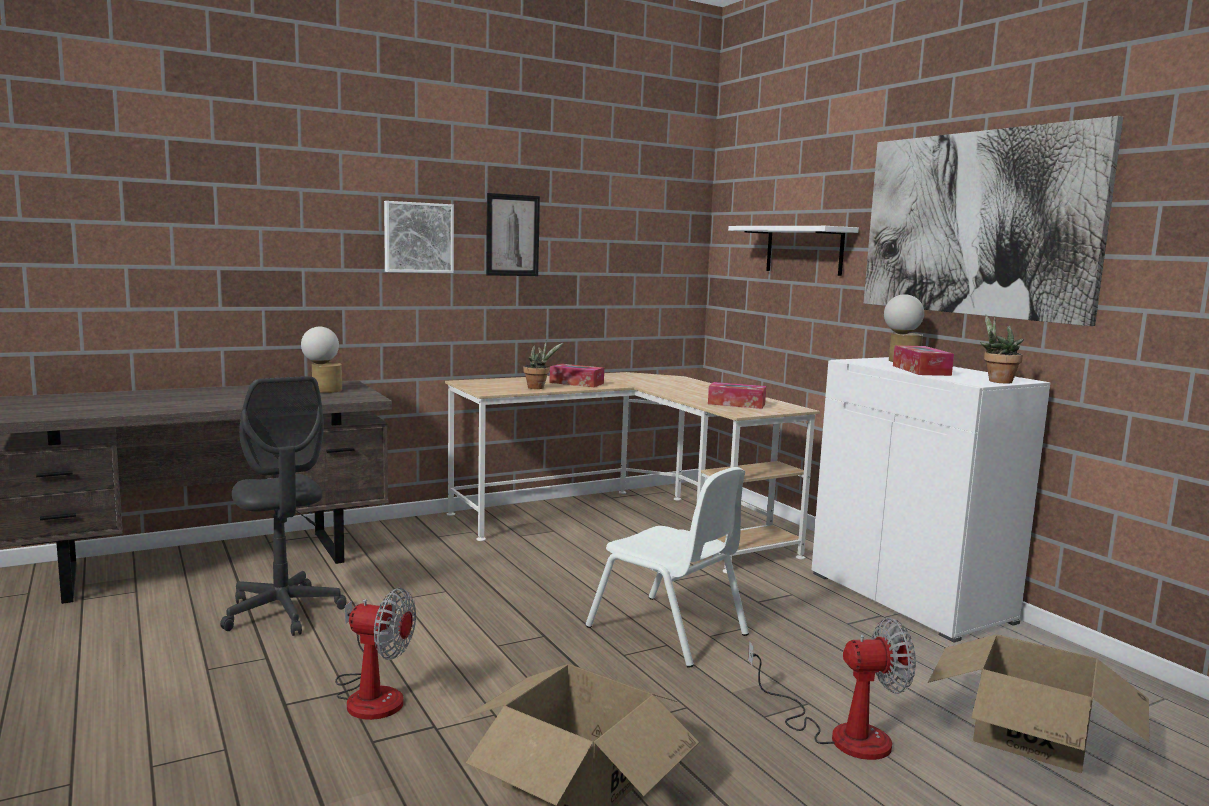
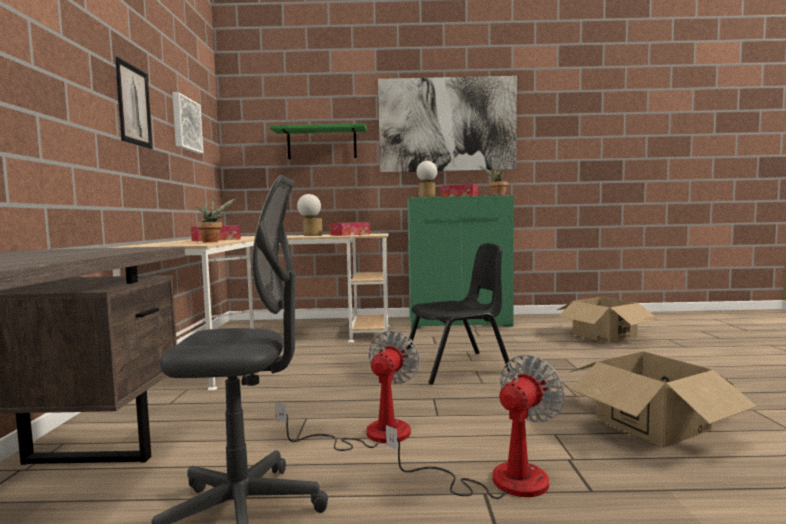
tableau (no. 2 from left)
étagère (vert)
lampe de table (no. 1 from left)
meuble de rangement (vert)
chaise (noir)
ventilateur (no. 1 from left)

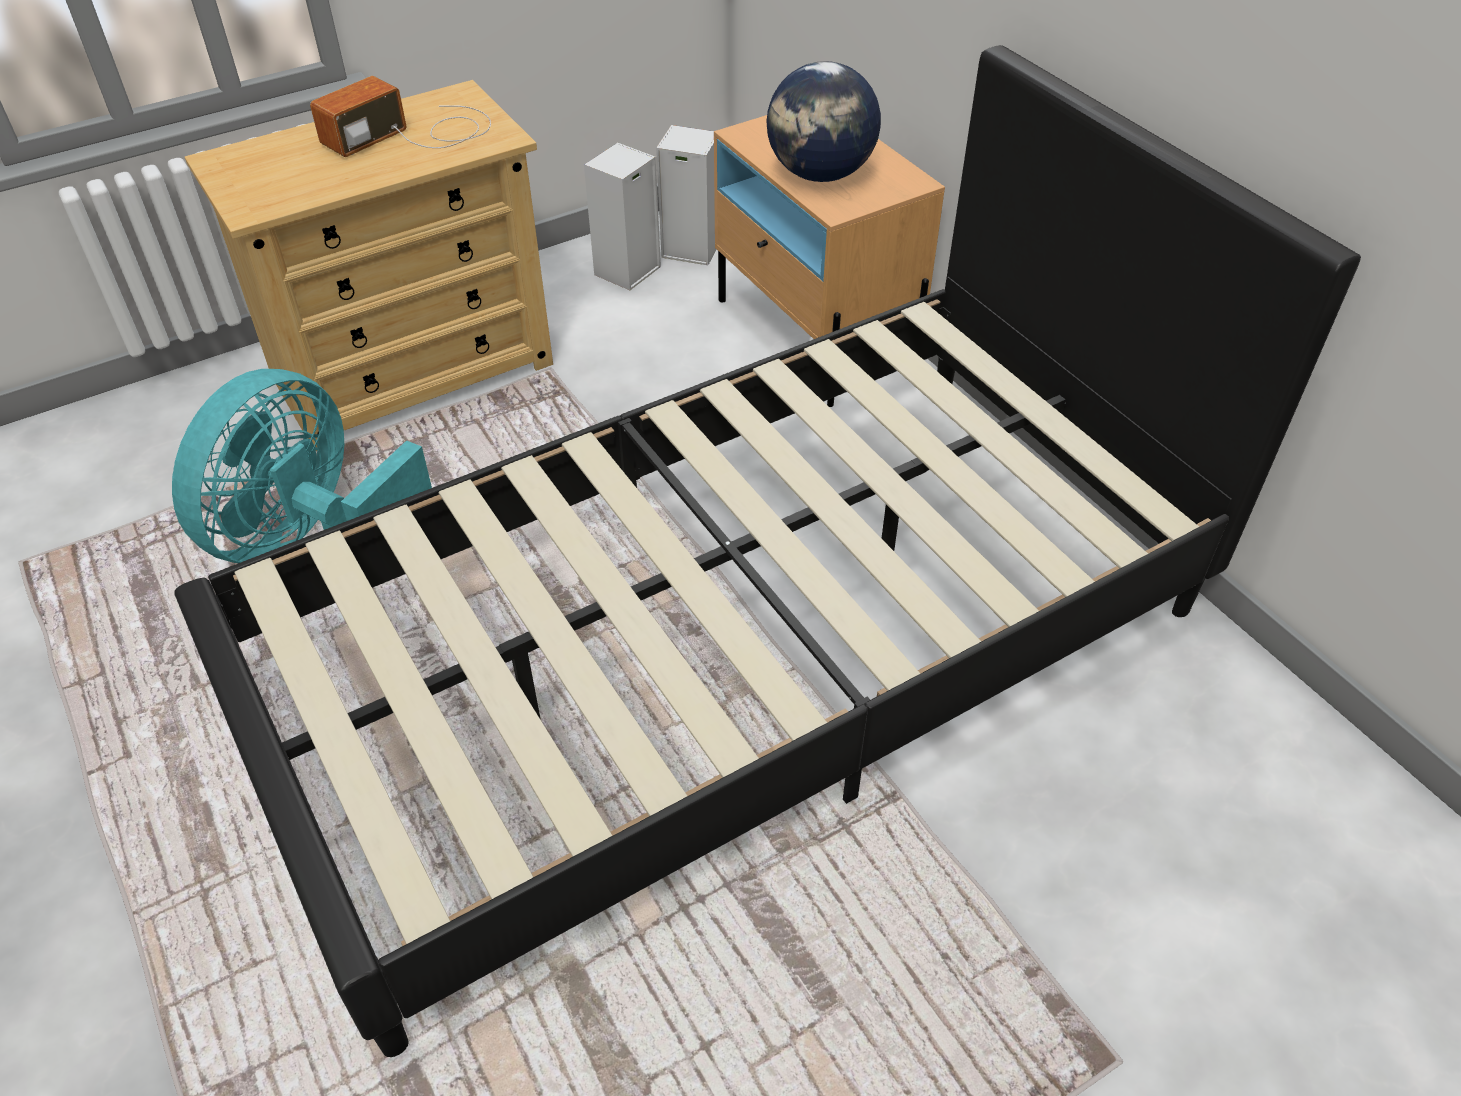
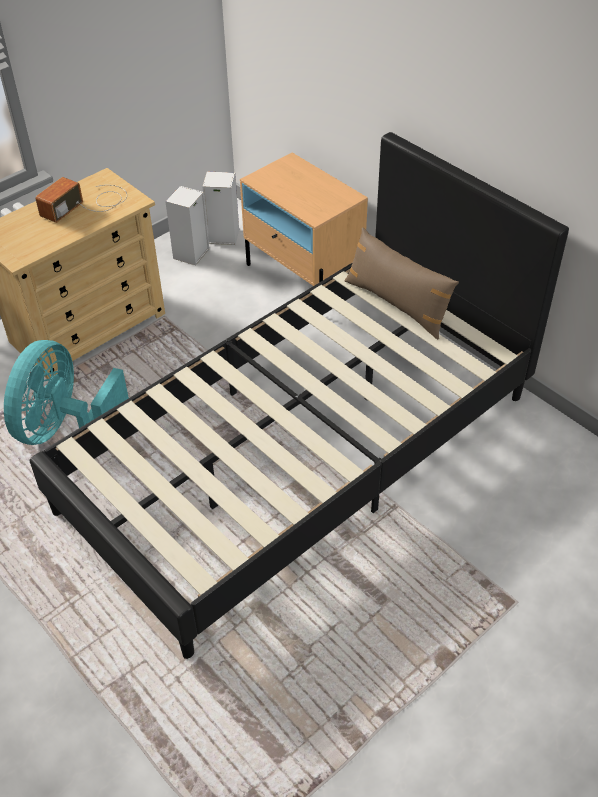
globe
coussin (marron)

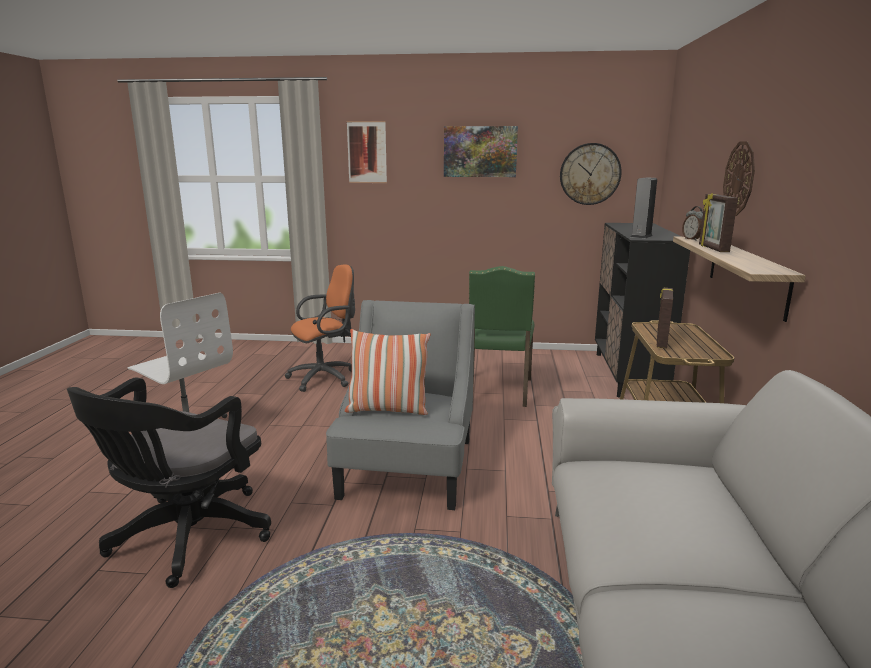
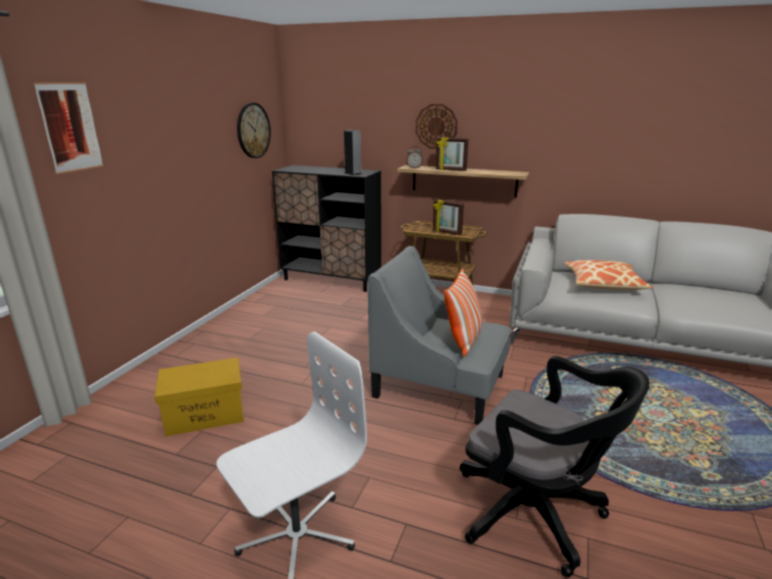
tableau (no. 2 from left in the first image)
boîte de rangement (jaune)
chaise (vert)
coussin (no. 2 from left)

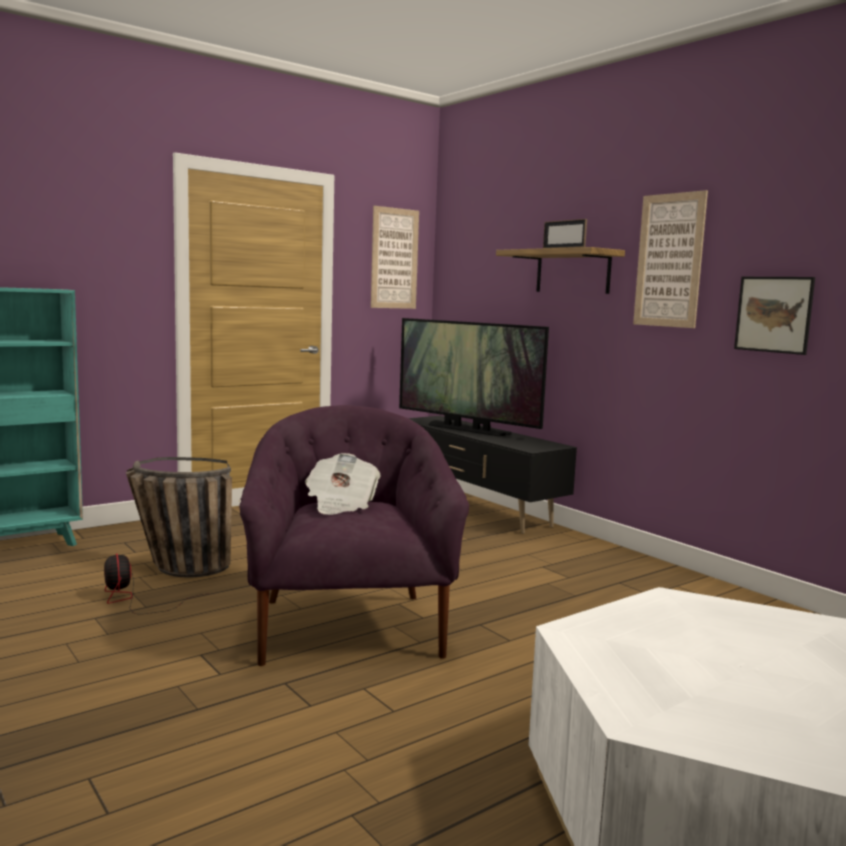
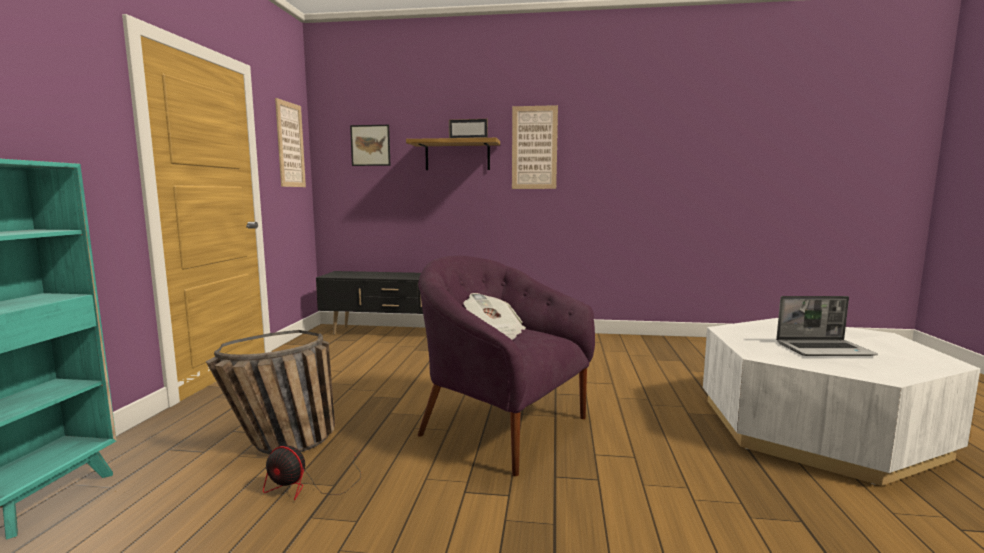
tableau (no. 2 from left)
téléviseur
ordinateur portable

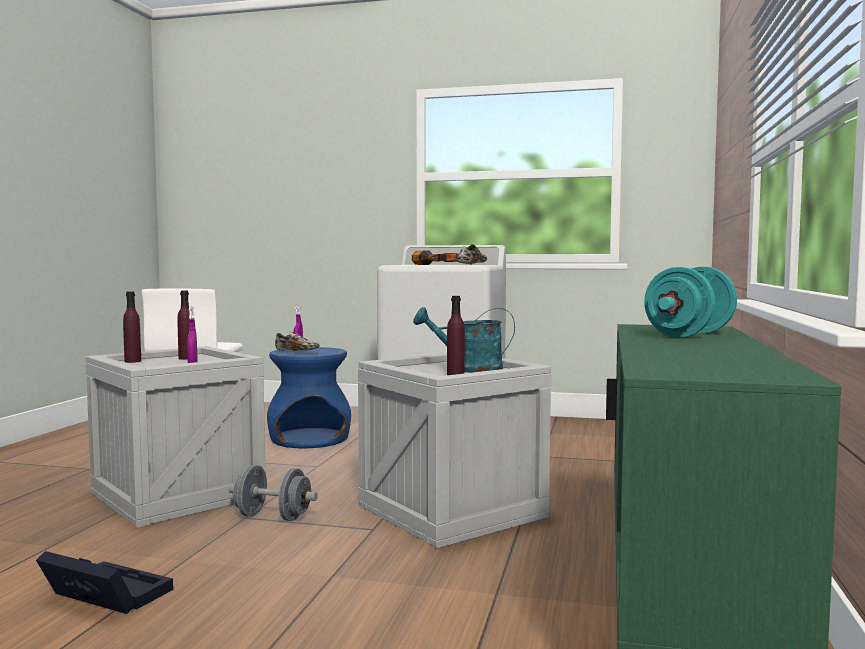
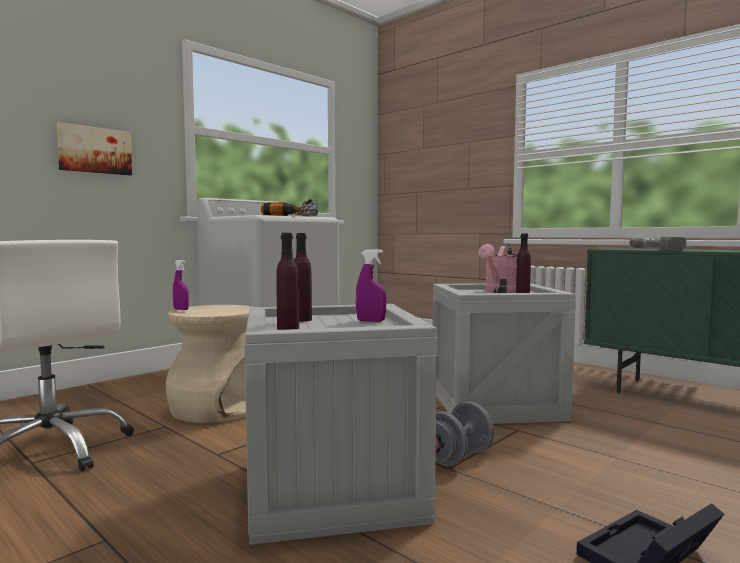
perceuse (no. 2 from left)
arrosoir (rose)
chaussure (no. 1 from left in the first image)
tabouret (beige)
tableau

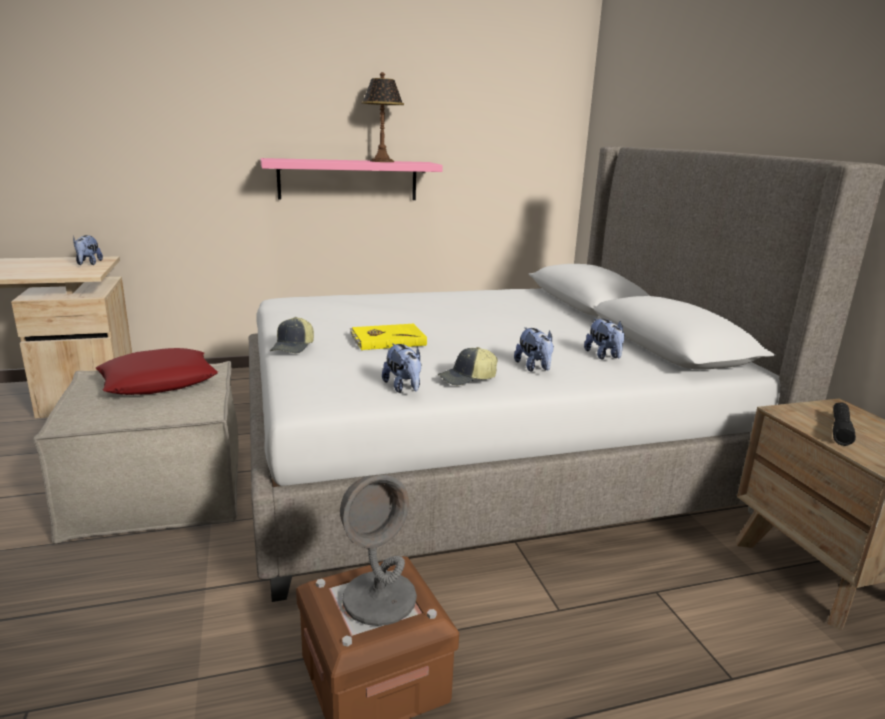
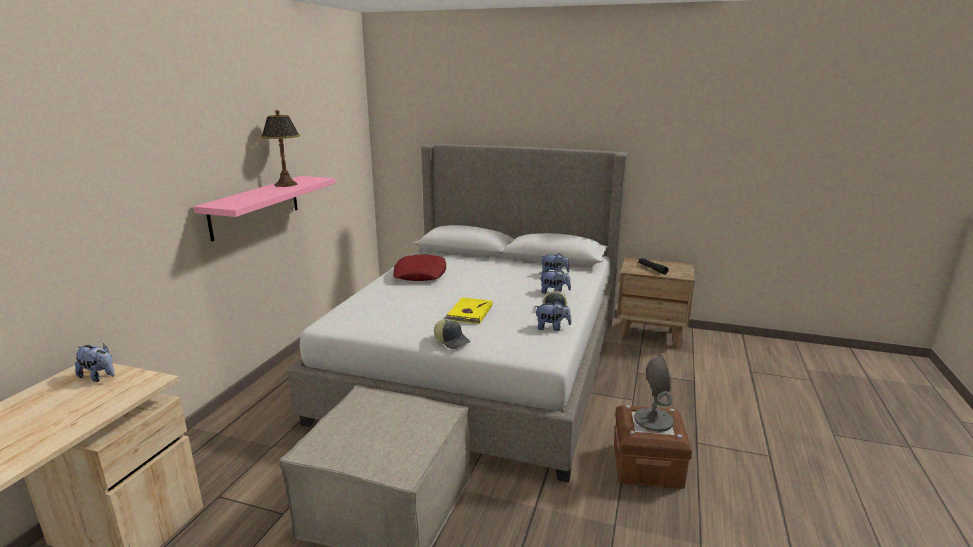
coussin (rouge)

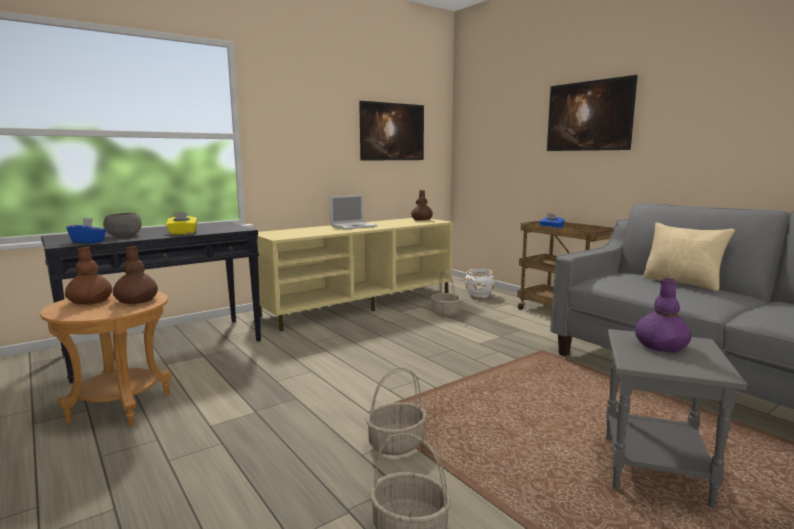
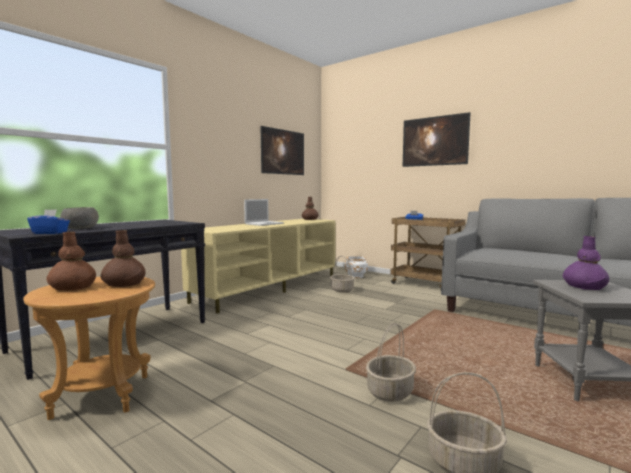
boîte à mouchoirs (jaune)
coussin (beige)

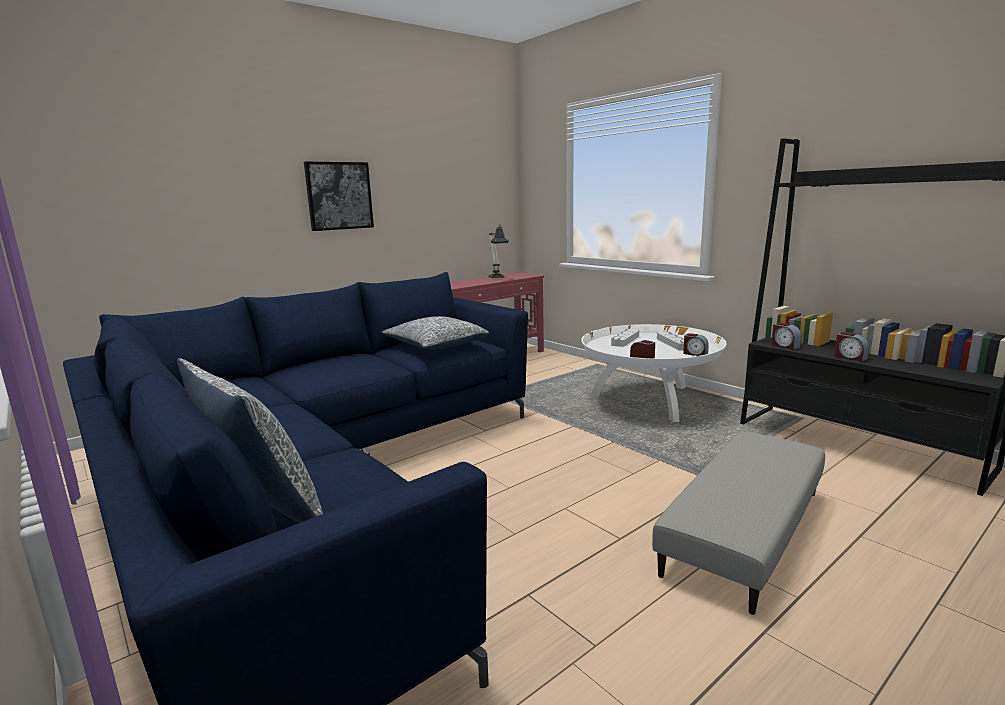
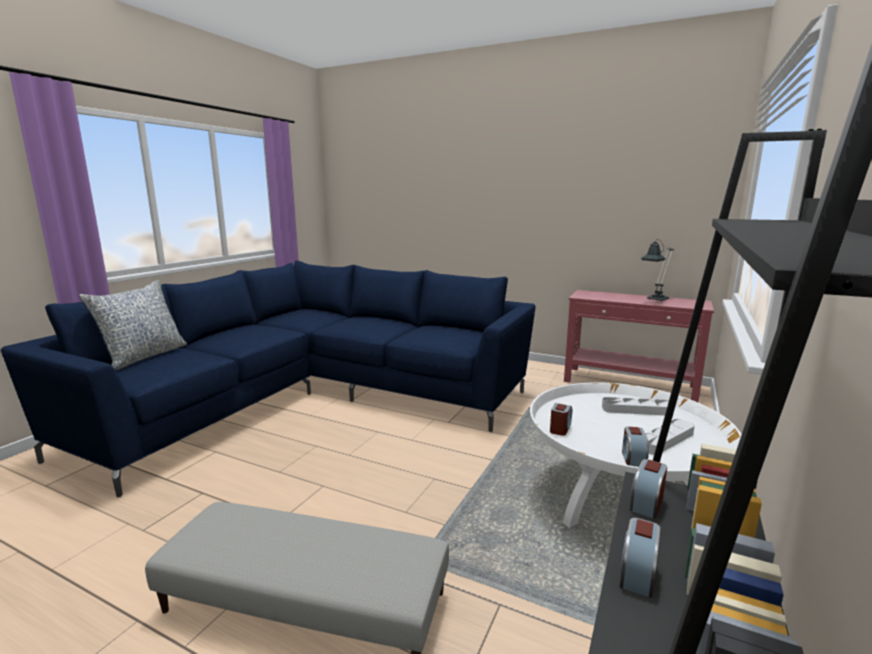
tableau
coussin (no. 2 from left in the first image)

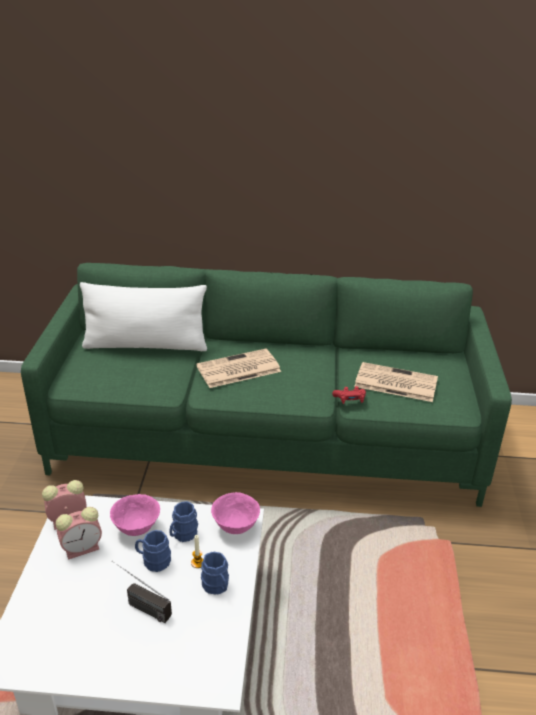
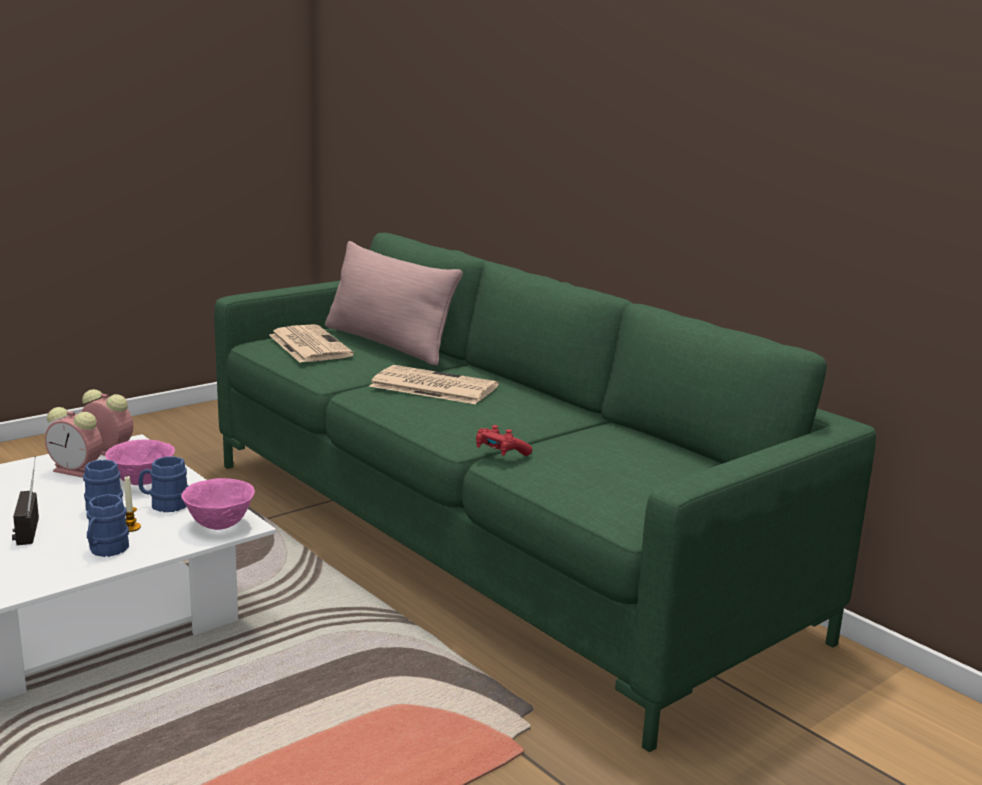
coussin (rose)
journal (no. 1 from left)

